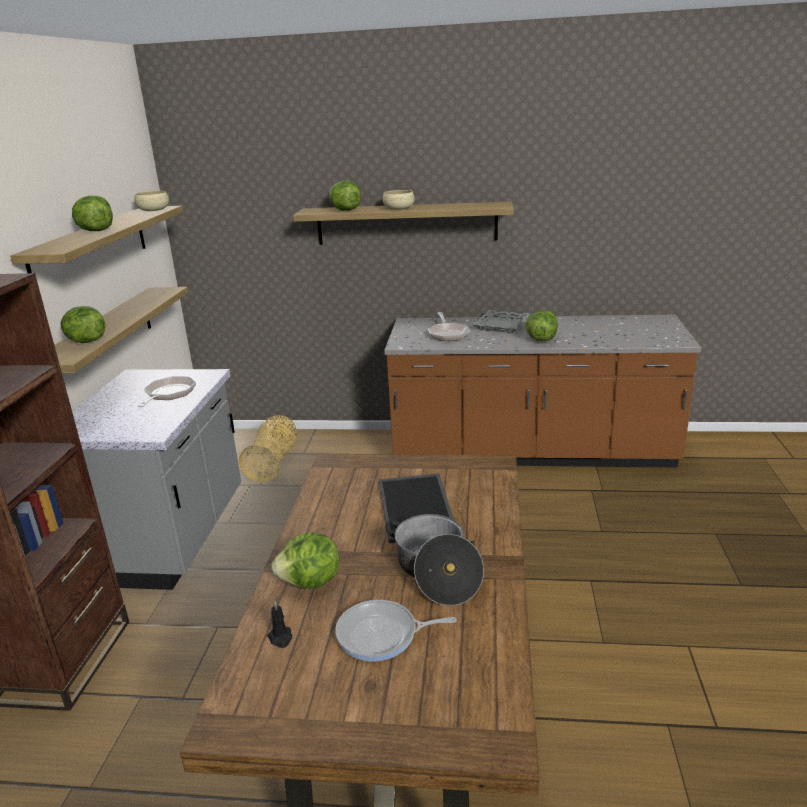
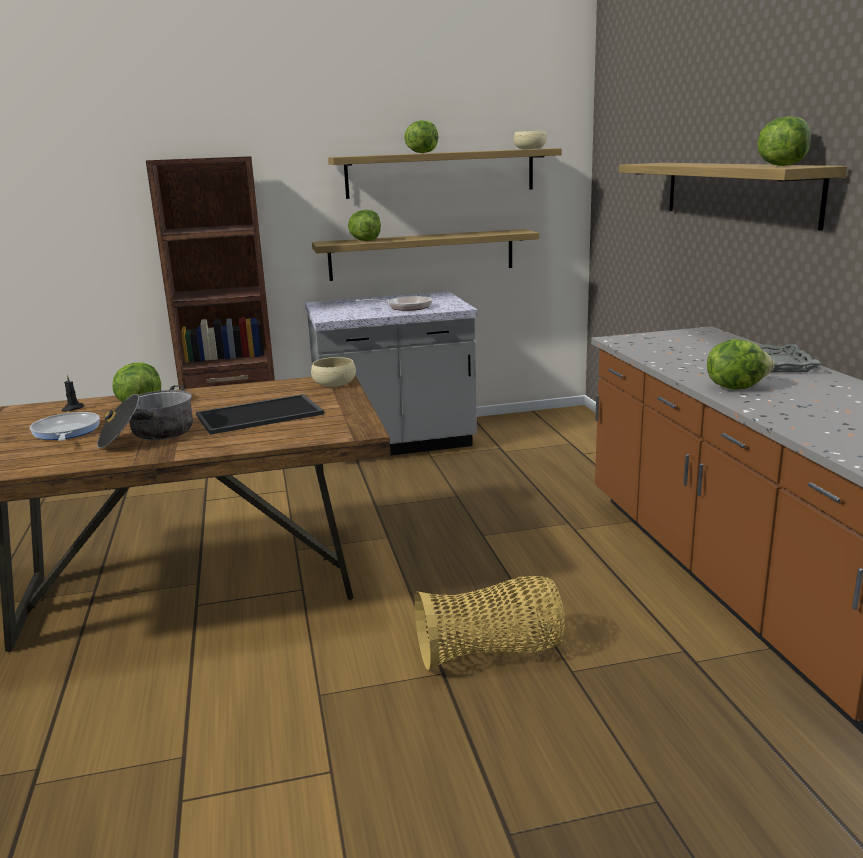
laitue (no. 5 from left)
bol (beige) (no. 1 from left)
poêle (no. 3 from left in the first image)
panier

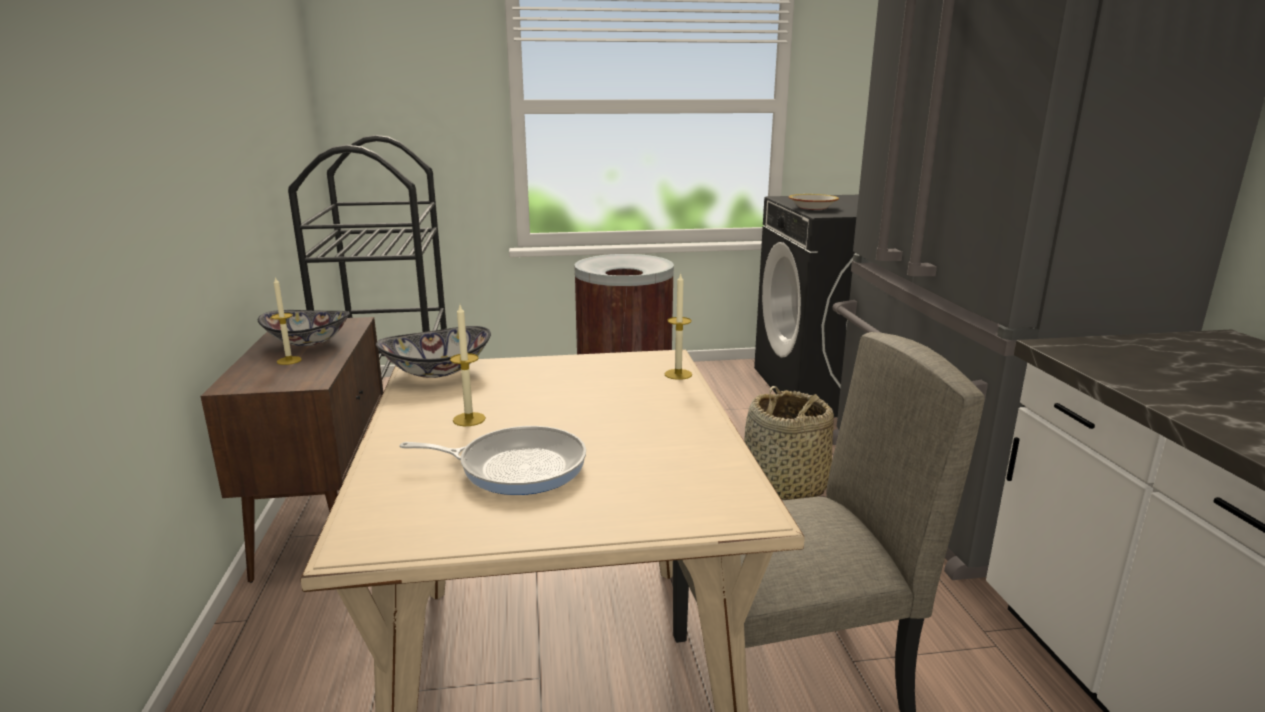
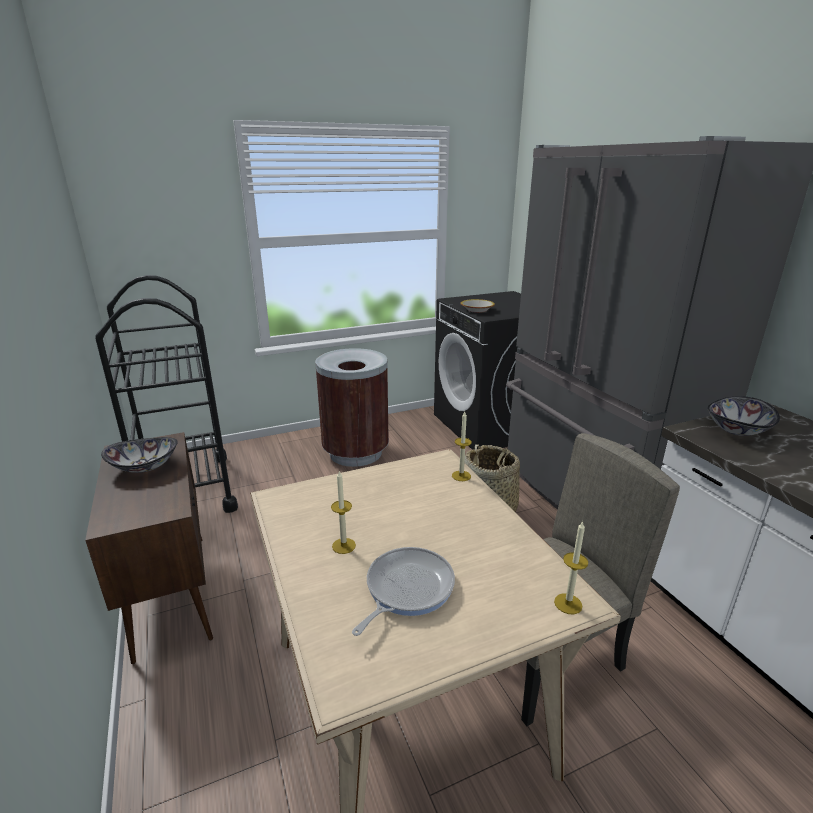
bougie (no. 3 from left)
bol (no. 3 from left)
poêle

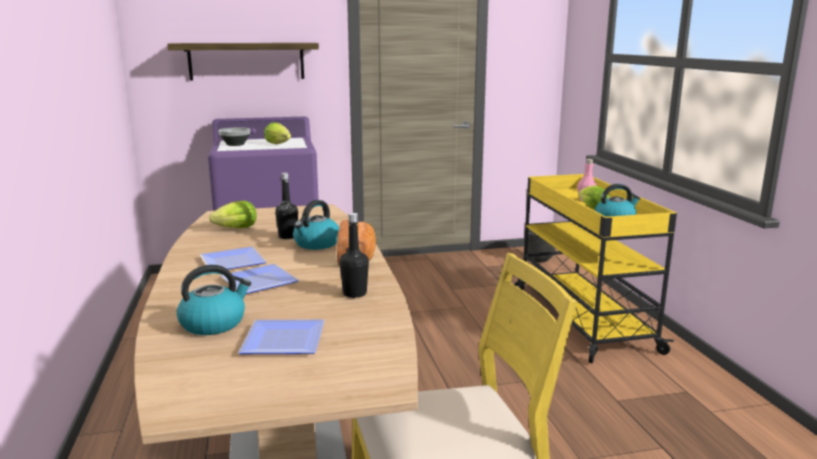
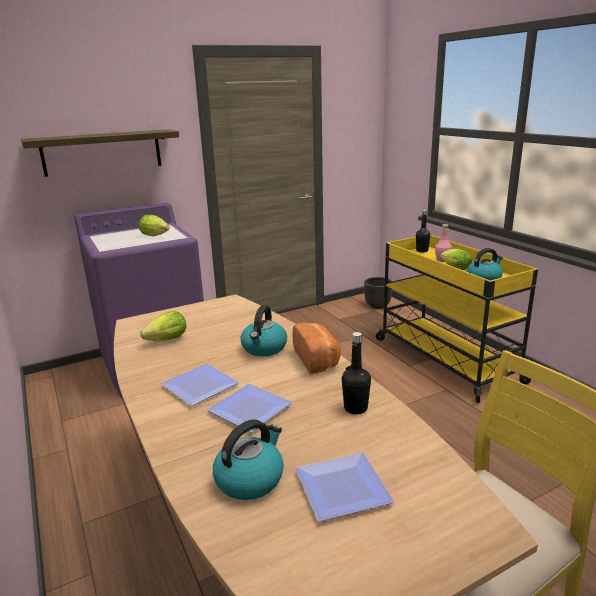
bol
bouteille (noir) (no. 2 from left)

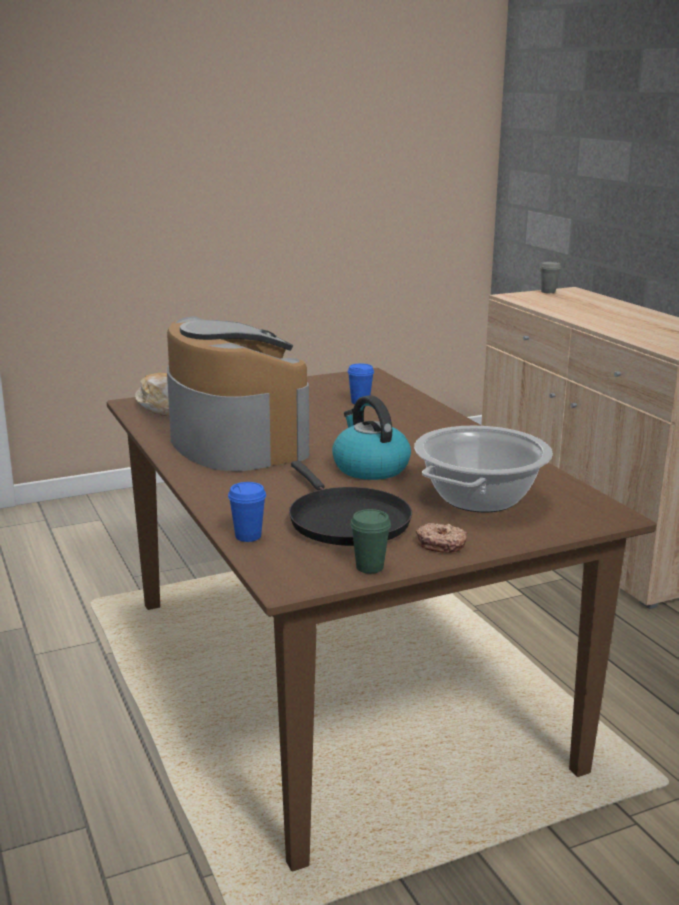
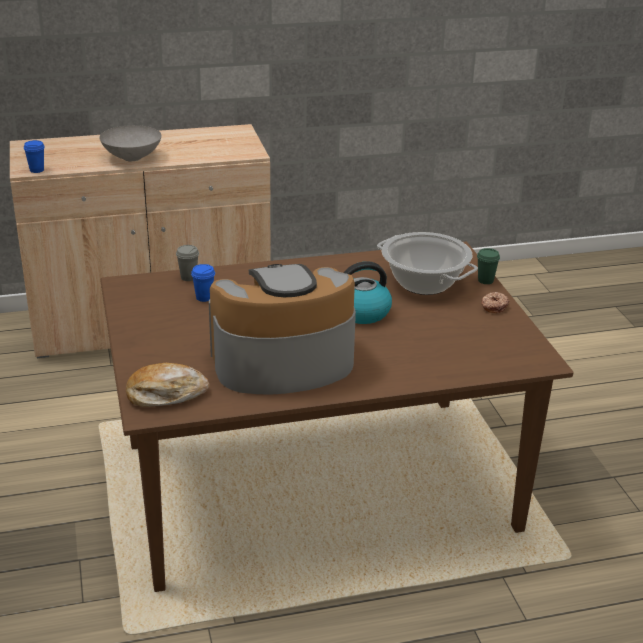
tasse (gris)
poêle (noir)
tasse (bleu) (no. 1 from left)
tasse (vert)
bol (gris)

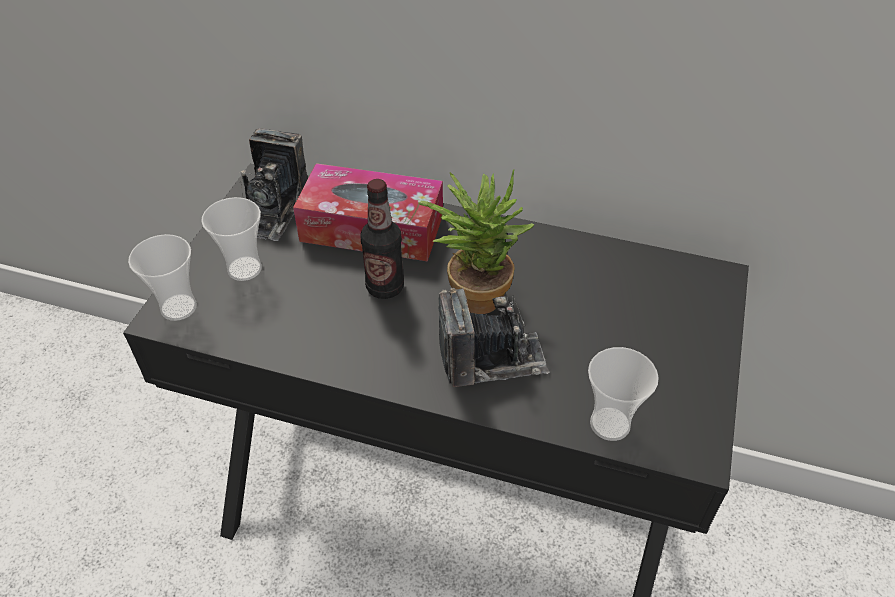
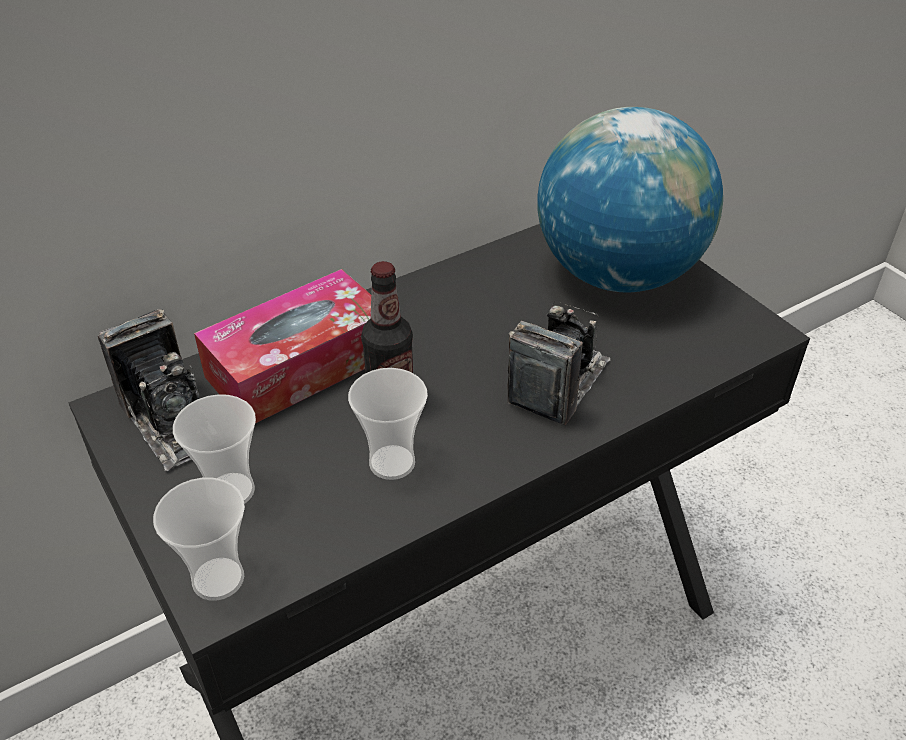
plante en pot
tasse (no. 3 from left)
globe

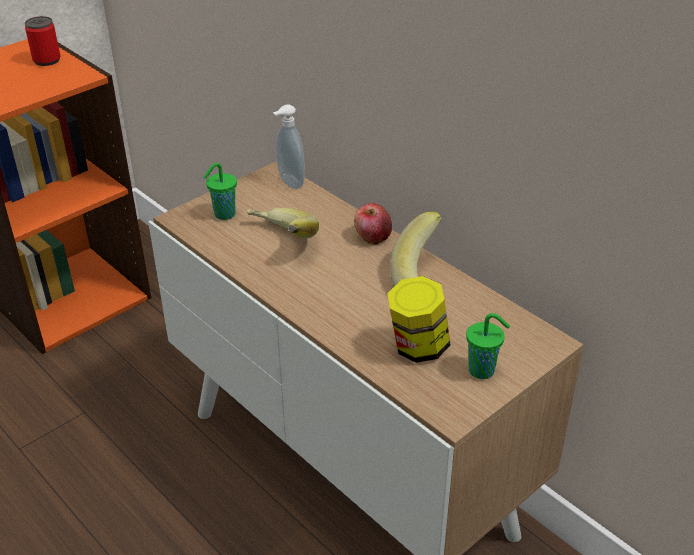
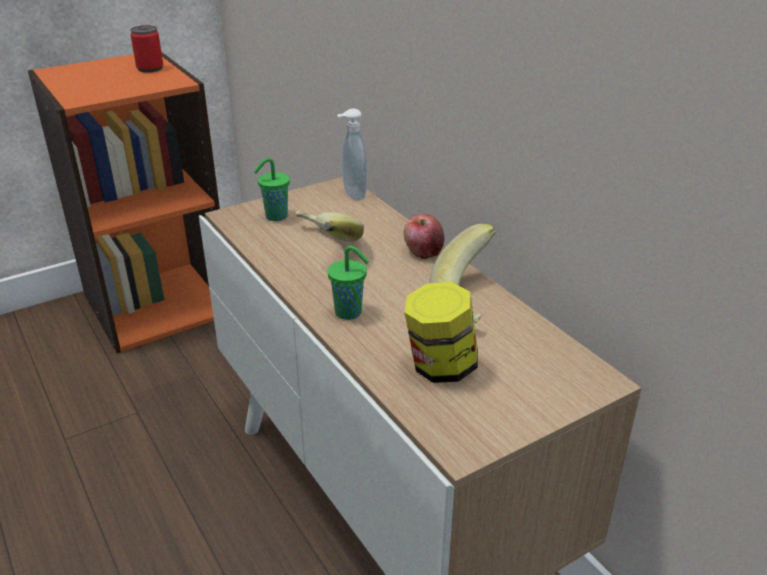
tasse (vert) (no. 2 from left)

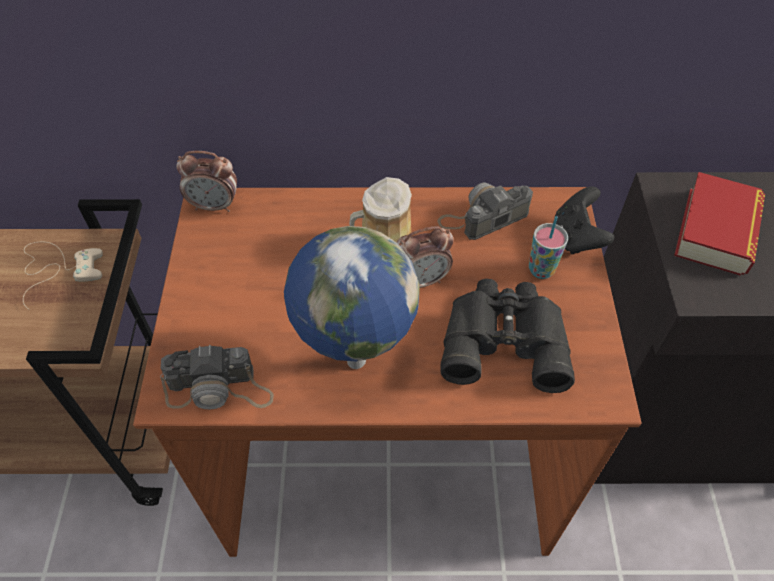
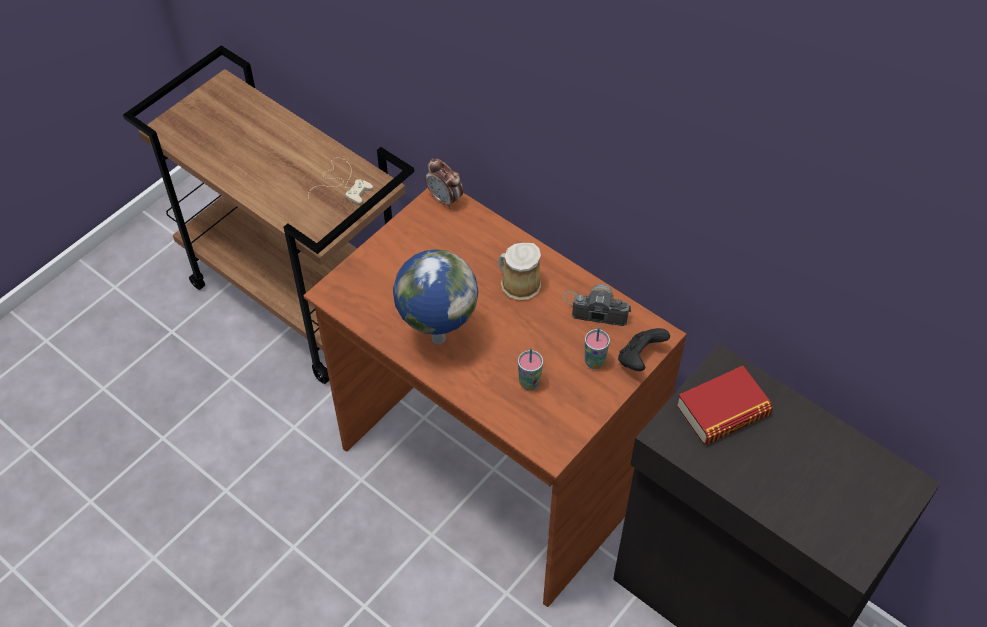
réveil (no. 2 from left in the first image)
tasse (no. 1 from left)
appareil photo (no. 1 from left in the first image)

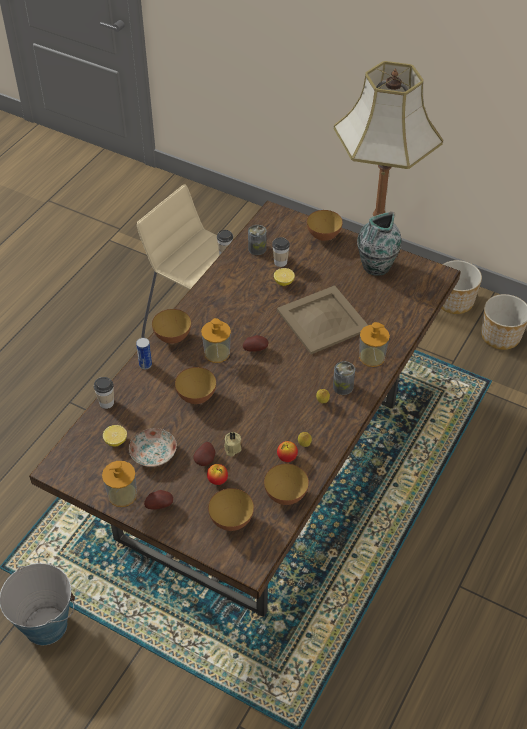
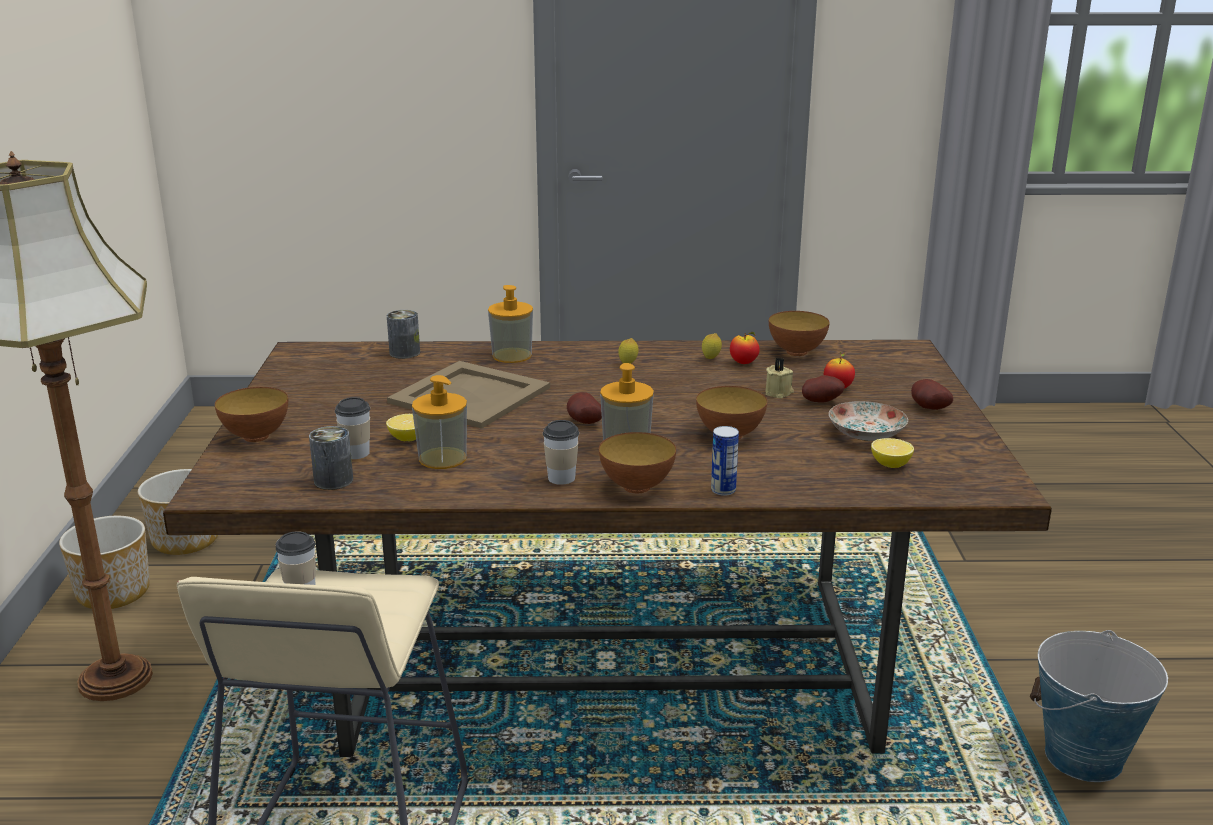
vase
boîte métallique (no. 2 from left)
tasse (no. 3 from left)
distributeur de savon (no. 1 from left)
bol (no. 3 from left in the first image)

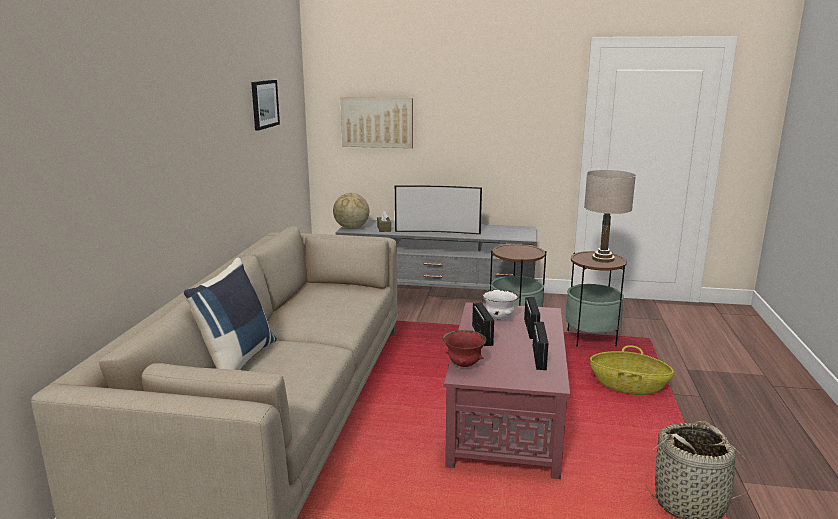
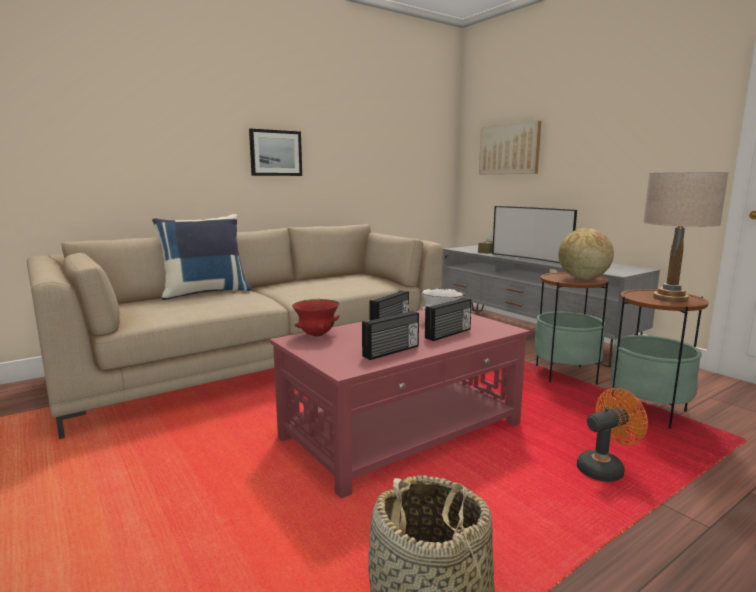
tableau (no. 1 from left)
globe
ventilateur (orange)

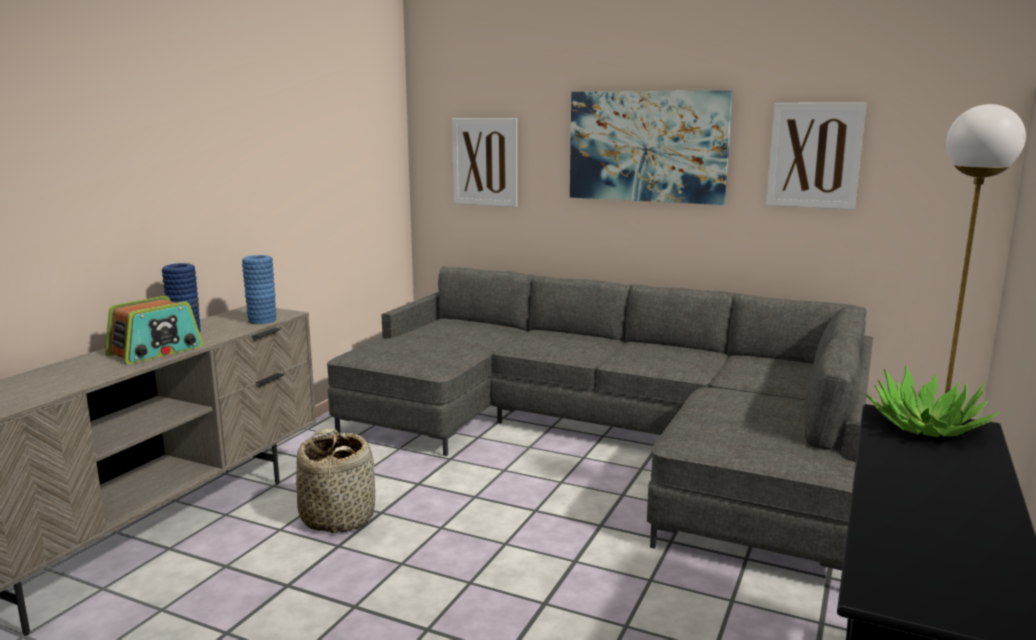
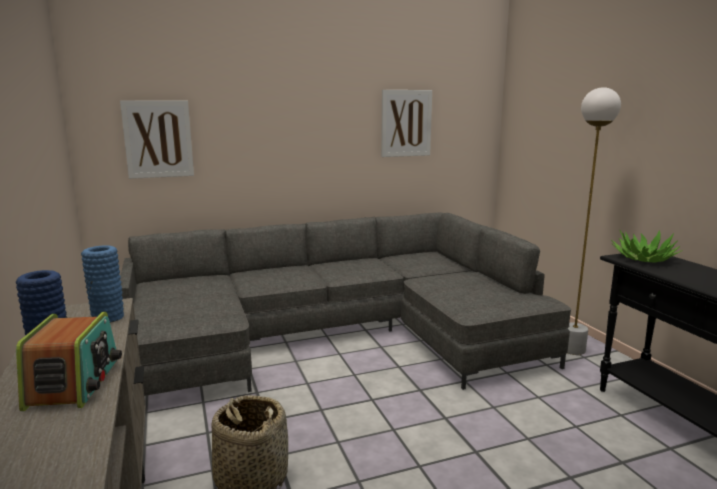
tableau (no. 2 from left in the first image)

